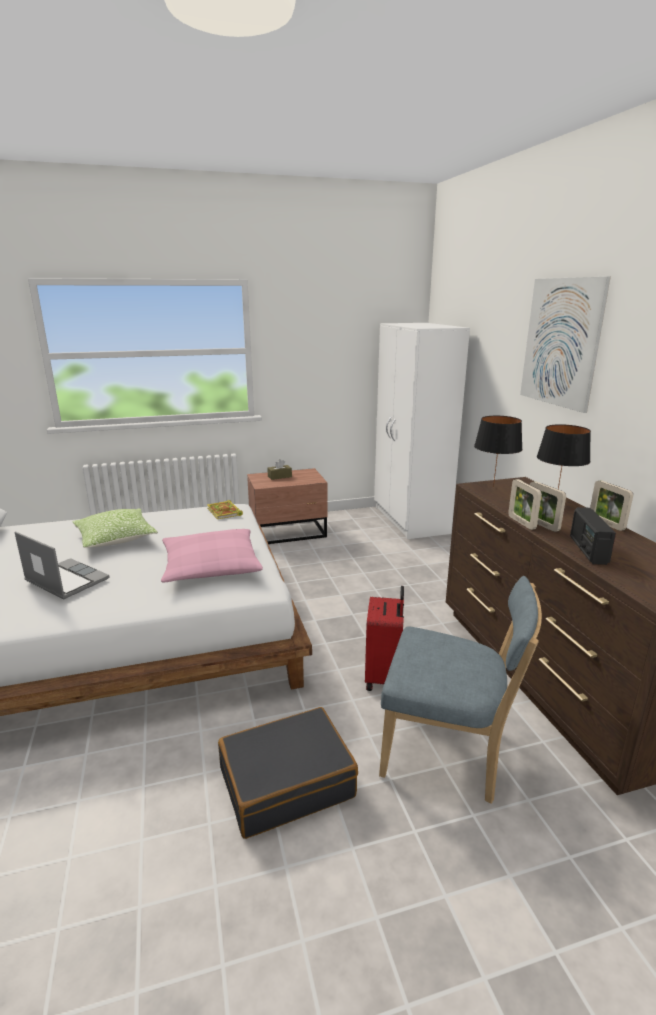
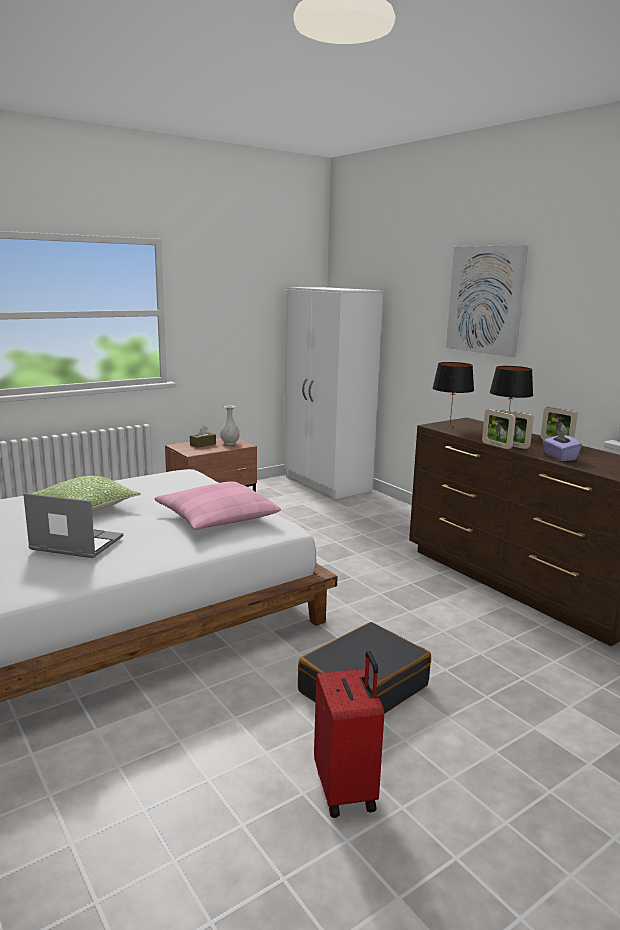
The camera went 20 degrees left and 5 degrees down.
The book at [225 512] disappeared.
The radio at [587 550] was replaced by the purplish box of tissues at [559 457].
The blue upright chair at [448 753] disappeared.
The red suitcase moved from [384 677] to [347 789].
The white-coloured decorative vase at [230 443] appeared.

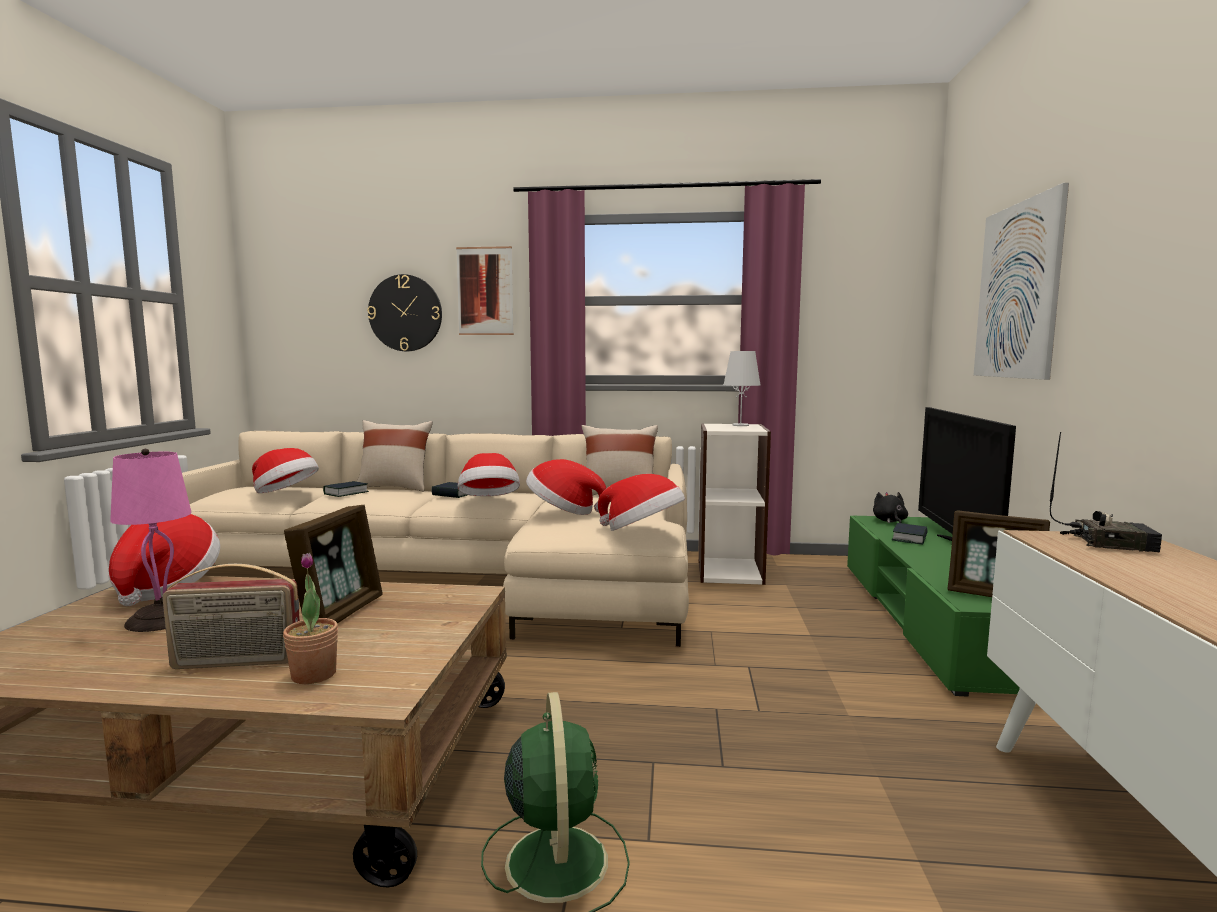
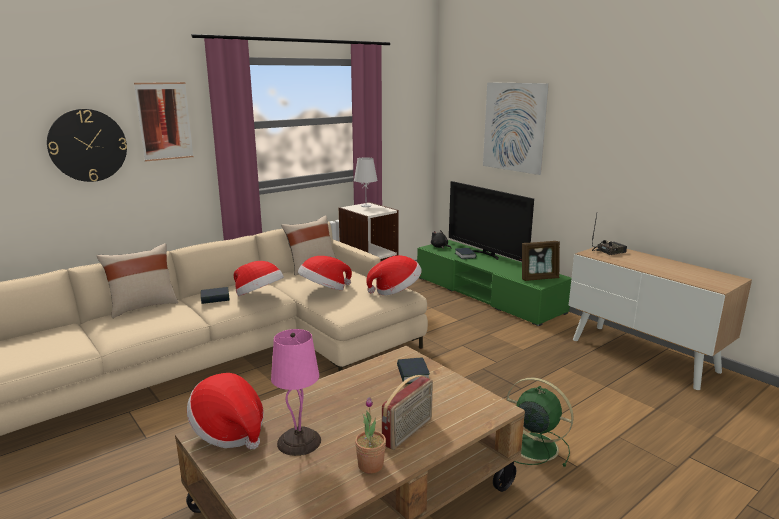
The camera went 45 degrees left and 10 degrees up.
The hat at [286 494] disappeared.
The book moved from [346 493] to [412 374].
The standing frame at [340 613] disappeared.
The plant in a pot moved from [314 675] to [370 465].

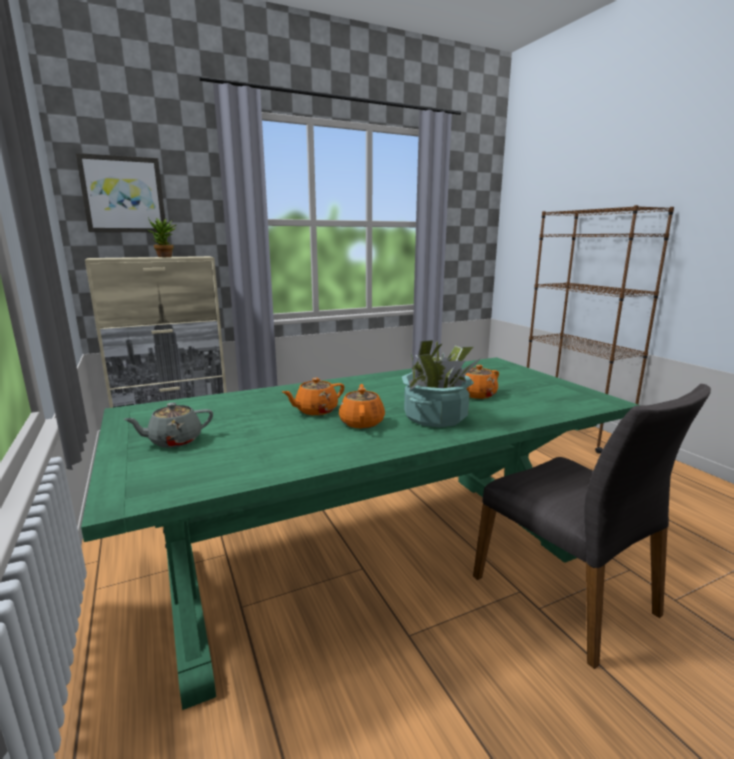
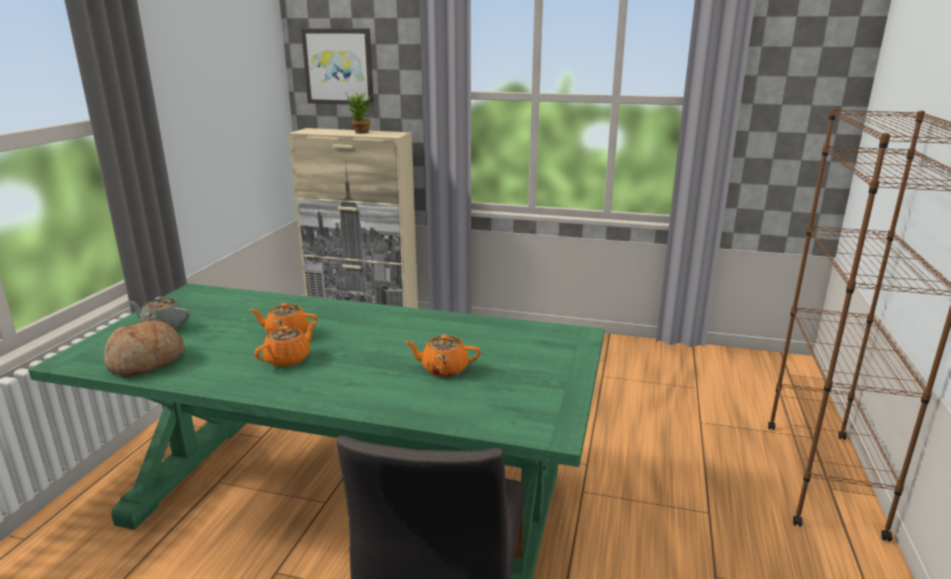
The camera went 40 degrees right and 5 degrees up.
The plant in a pot at [435 417] disappeared.
The bakery bread at [146 361] appeared.

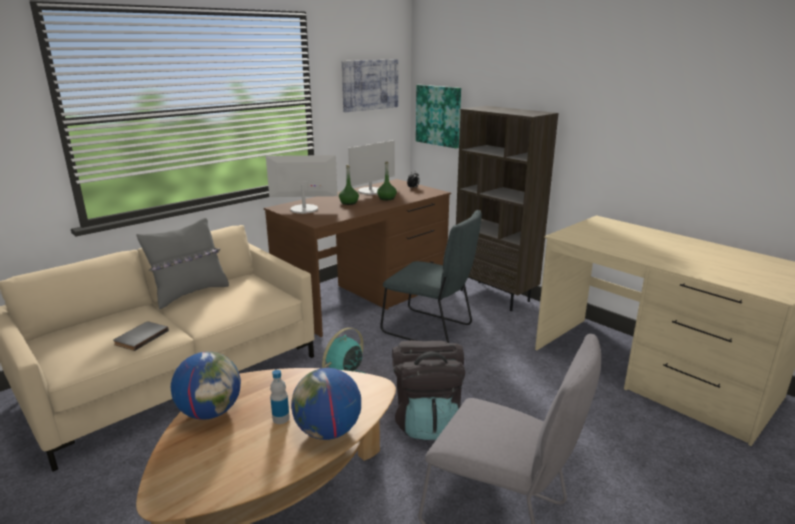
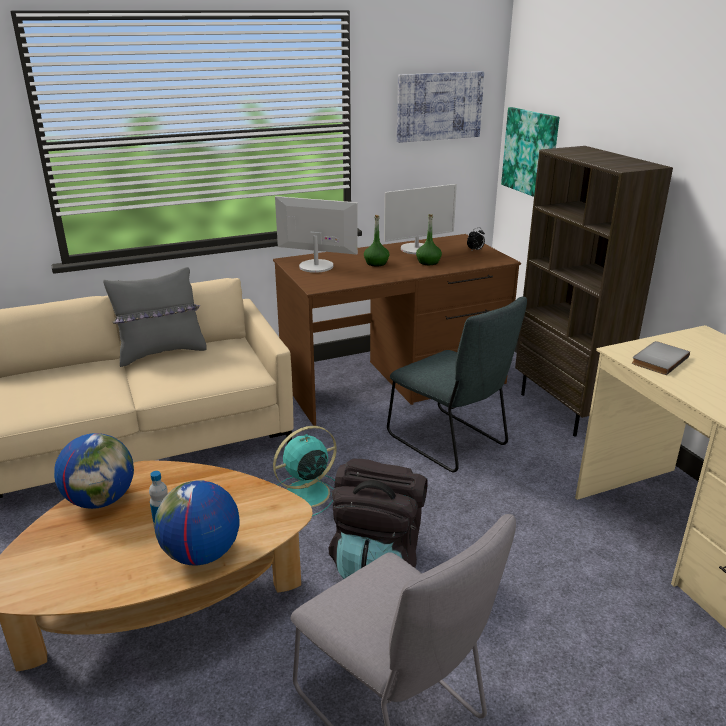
The camera went 20 degrees right and 5 degrees up.
The grey book moved from [140 337] to [658 359].

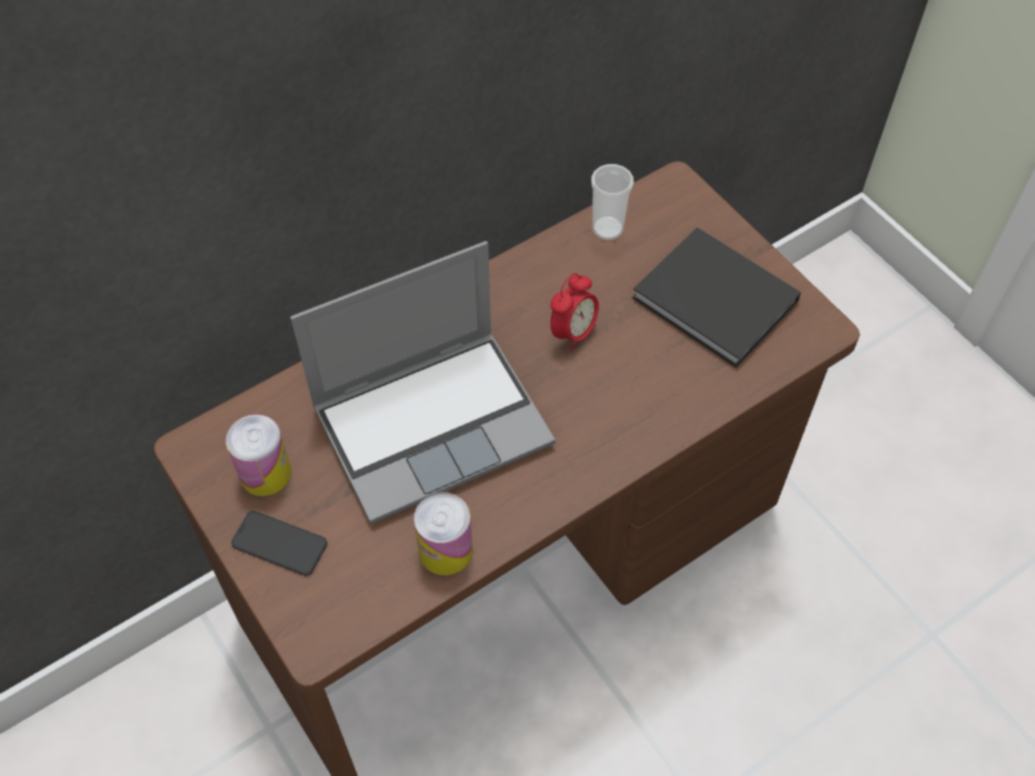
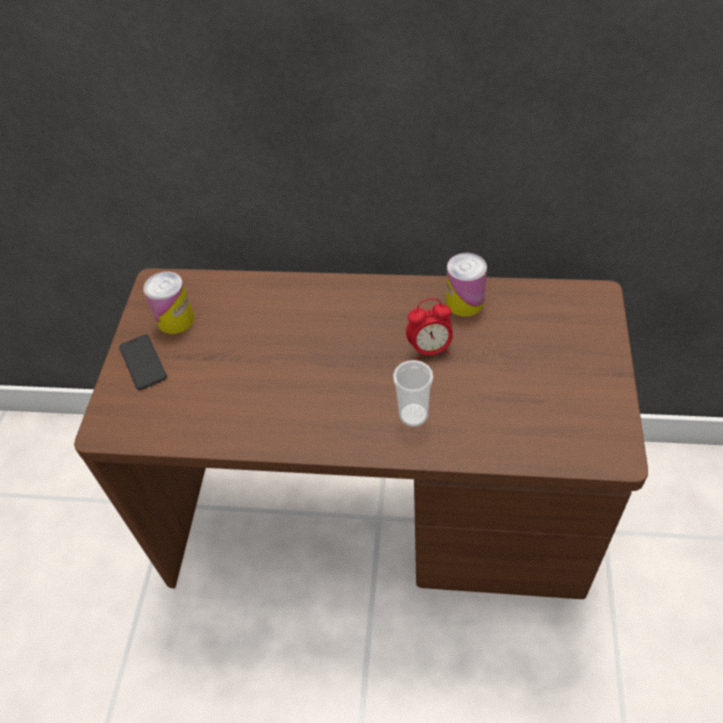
The camera went 45 degrees right and 5 degrees down.
The cup moved from [607 228] to [413 415].
The black book at [718 302] disappeared.
The portable computer at [434 423] disappeared.
The sealed can moved from [445 550] to [464 302].

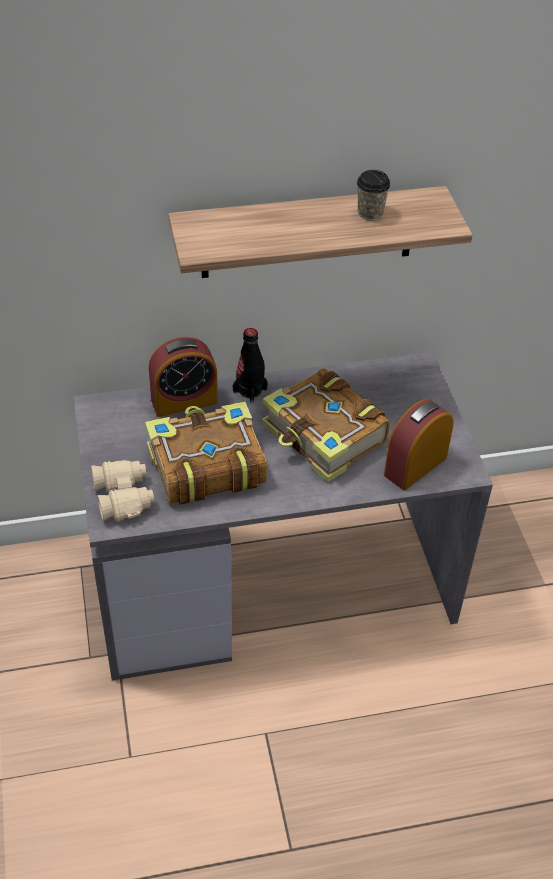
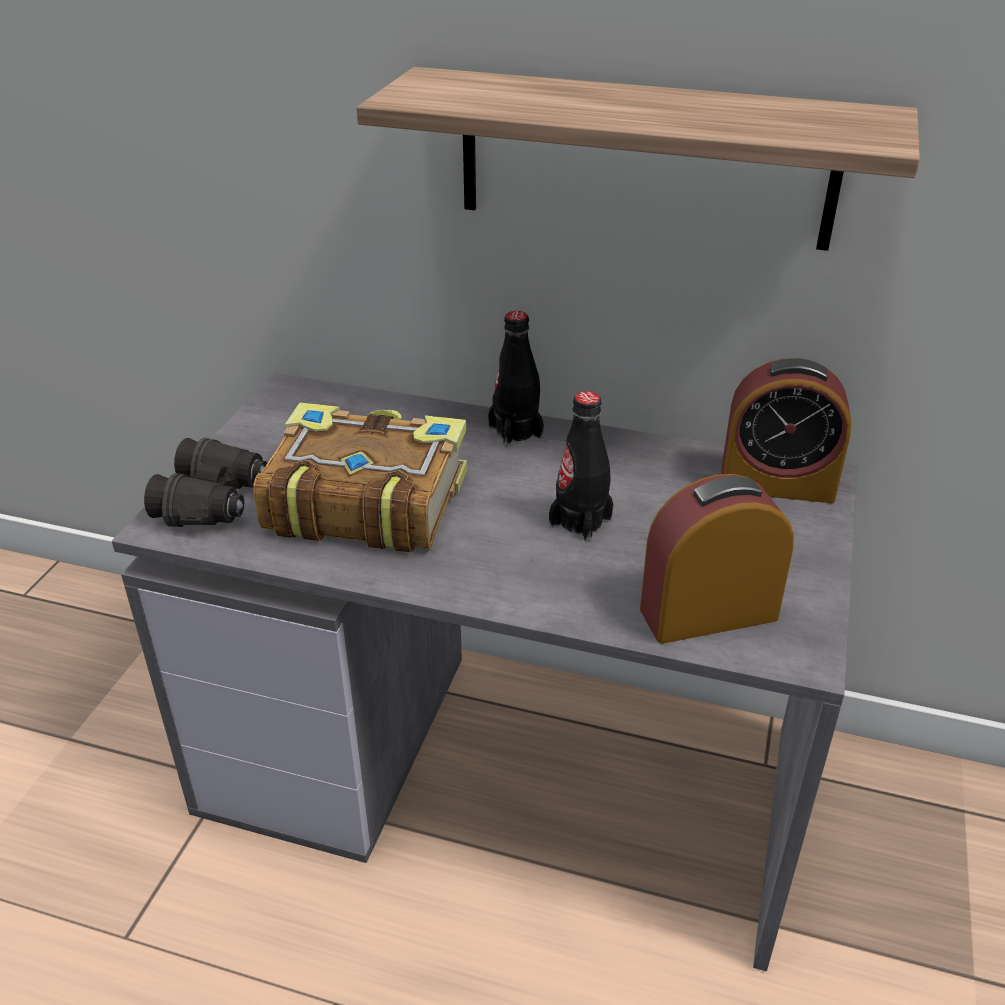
The camera went 30 degrees right and 10 degrees down.
The cup at [370 213] disappeared.
The alarm clock moved from [184 401] to [777 484].
The book at [324 437] was replaced by the black beverage bottle at [580 522].
The beige pair of binoculars at [124 497] became the black pair of binoculars at [215 501].

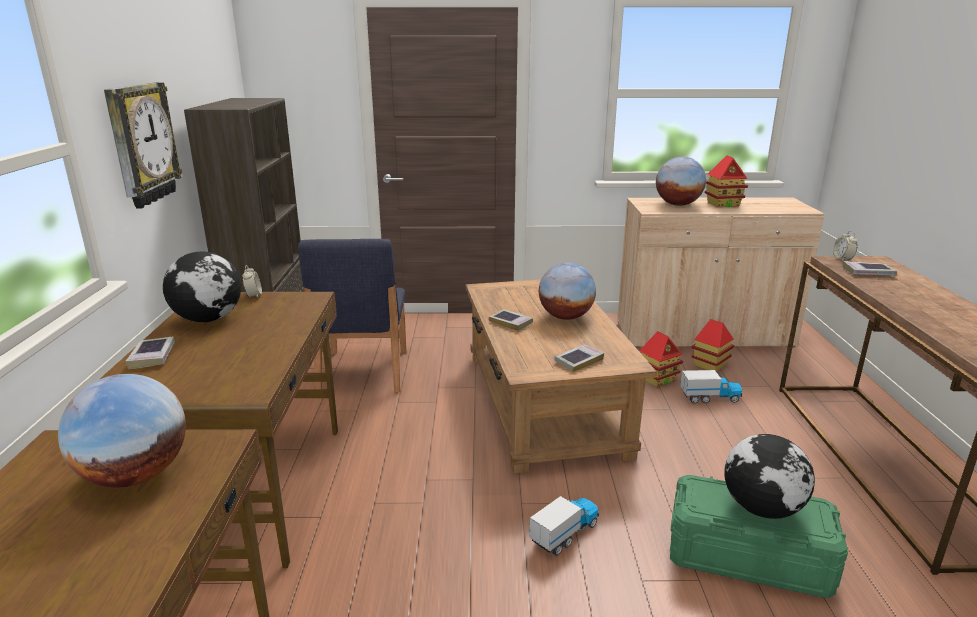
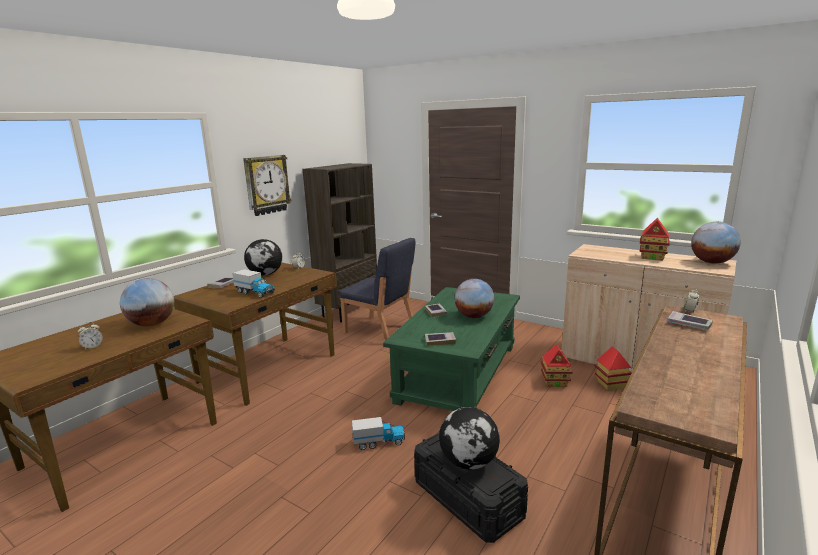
The camera went 35 degrees right and 5 degrees down.
The globe moved from [677 205] to [711 262].
The blue upright chair at [363 372] turned 90 degrees counterclockwise.
The brownish lounge table at [543 401] became the greenish lounge table at [458 372].
The toy truck moved from [710 398] to [255 293].
The greenish storage bin at [748 558] became the black storage bin at [467 499].
The alarm clock at [92 347] appeared.

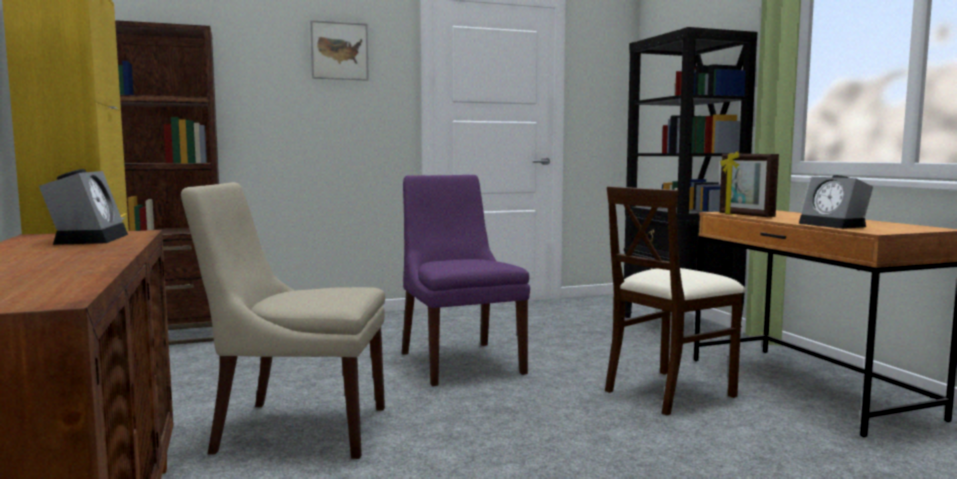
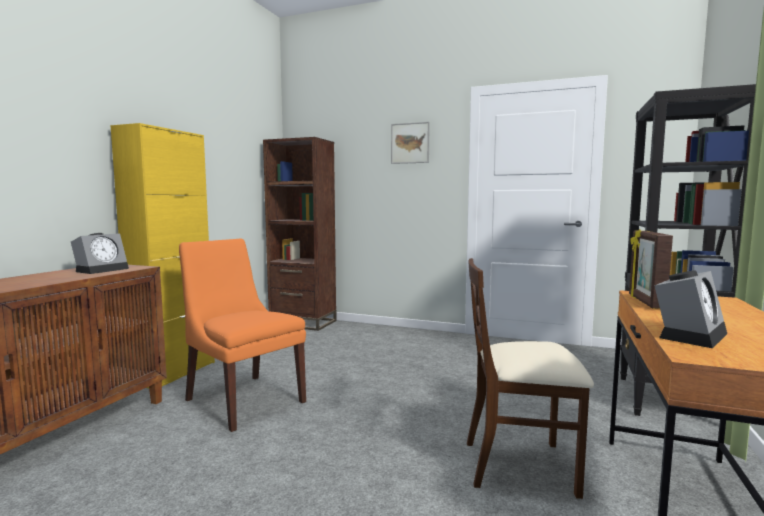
The camera went 40 degrees right and 0 degrees up.
The purplish upright chair at [459 362] disappeared.
The alarm clock at [835 225] turned 150 degrees counterclockwise.
The beige upright chair at [296 429] became the orange upright chair at [243 399].

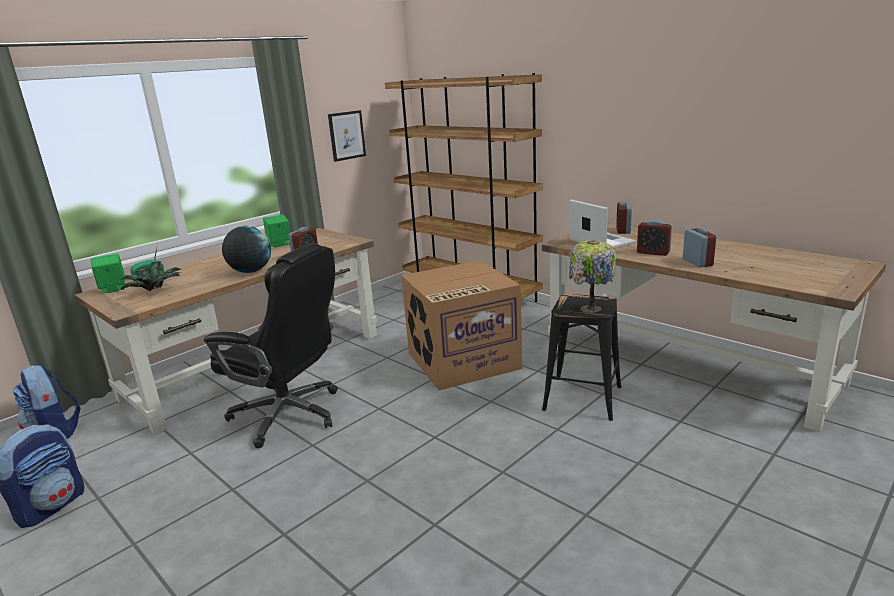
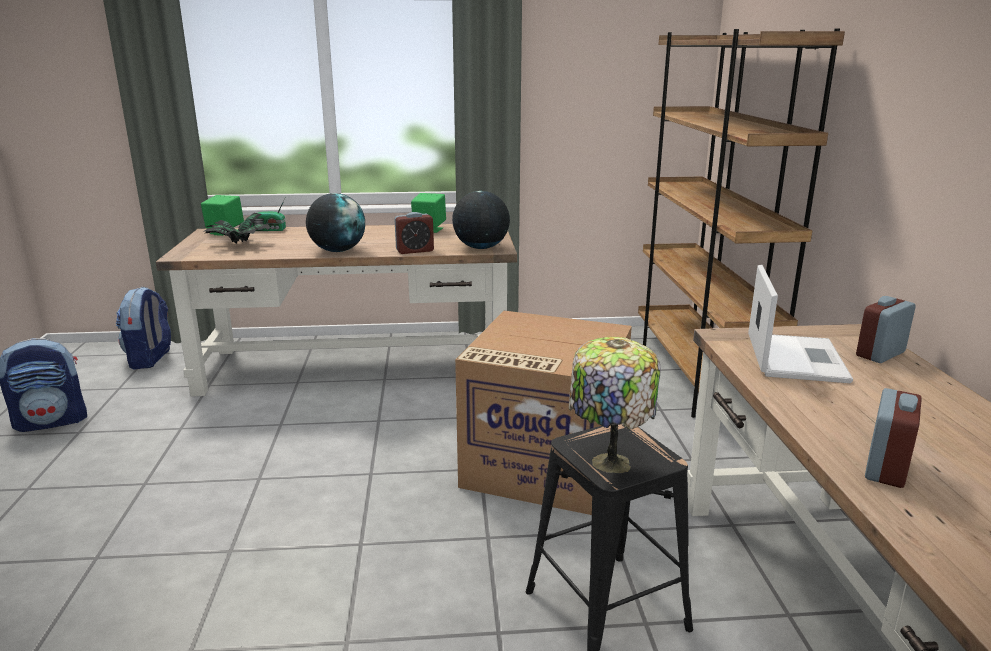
The camera went 40 degrees right and 0 degrees up.
The wall picture at [346 135] disappeared.
The alarm clock at [653 252] disappeared.
The black computer chair at [289 414] disappeared.
The globe at [481 248] appeared.

